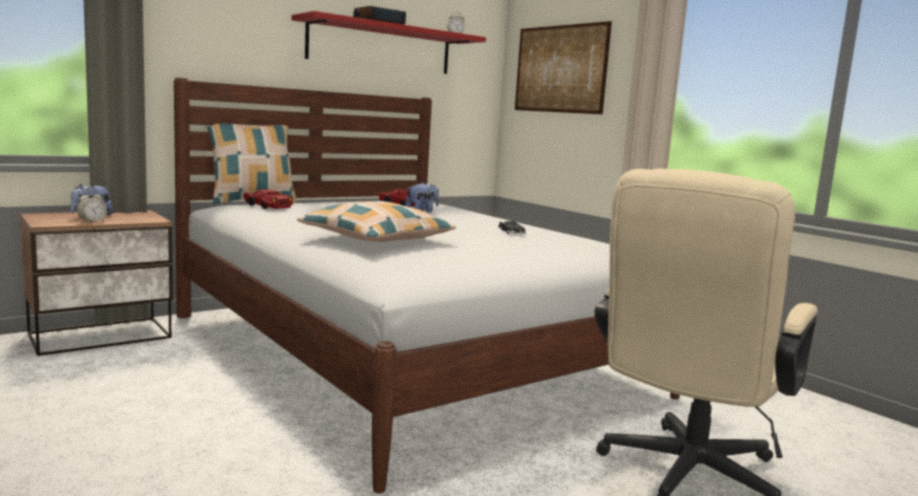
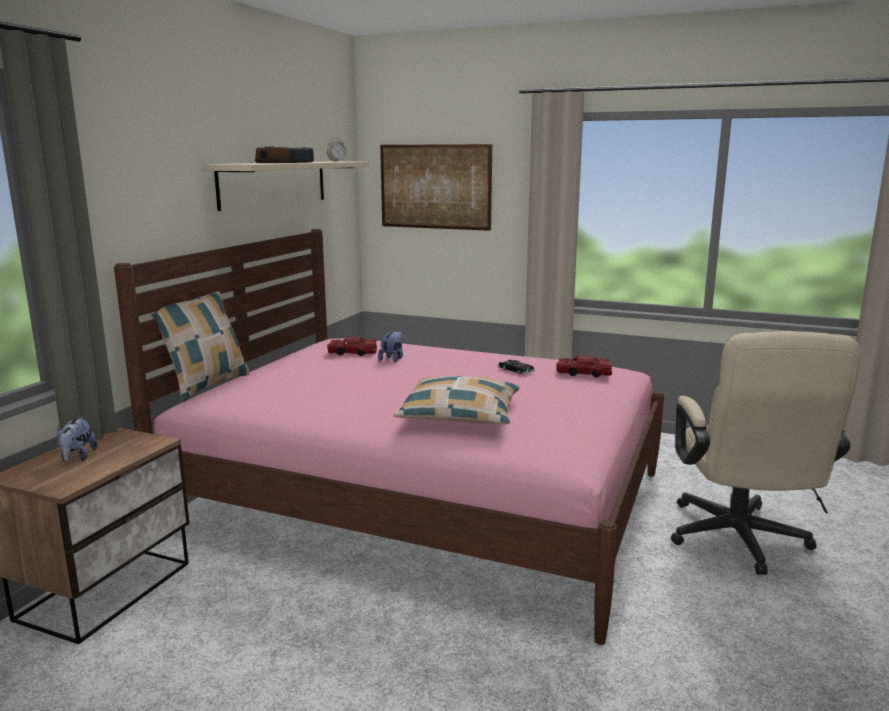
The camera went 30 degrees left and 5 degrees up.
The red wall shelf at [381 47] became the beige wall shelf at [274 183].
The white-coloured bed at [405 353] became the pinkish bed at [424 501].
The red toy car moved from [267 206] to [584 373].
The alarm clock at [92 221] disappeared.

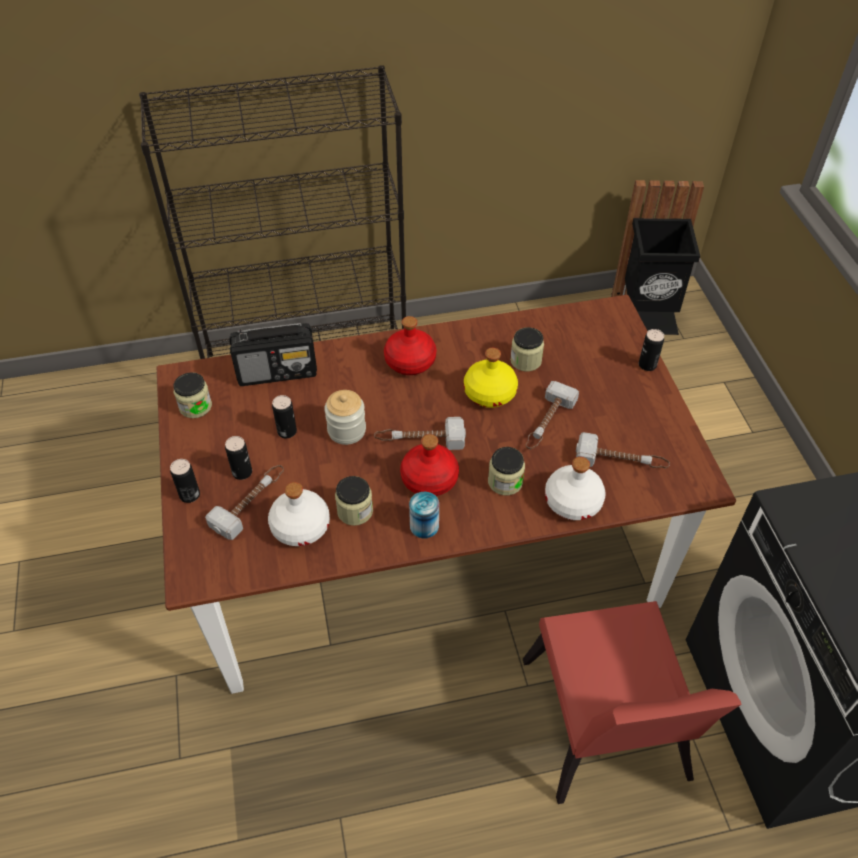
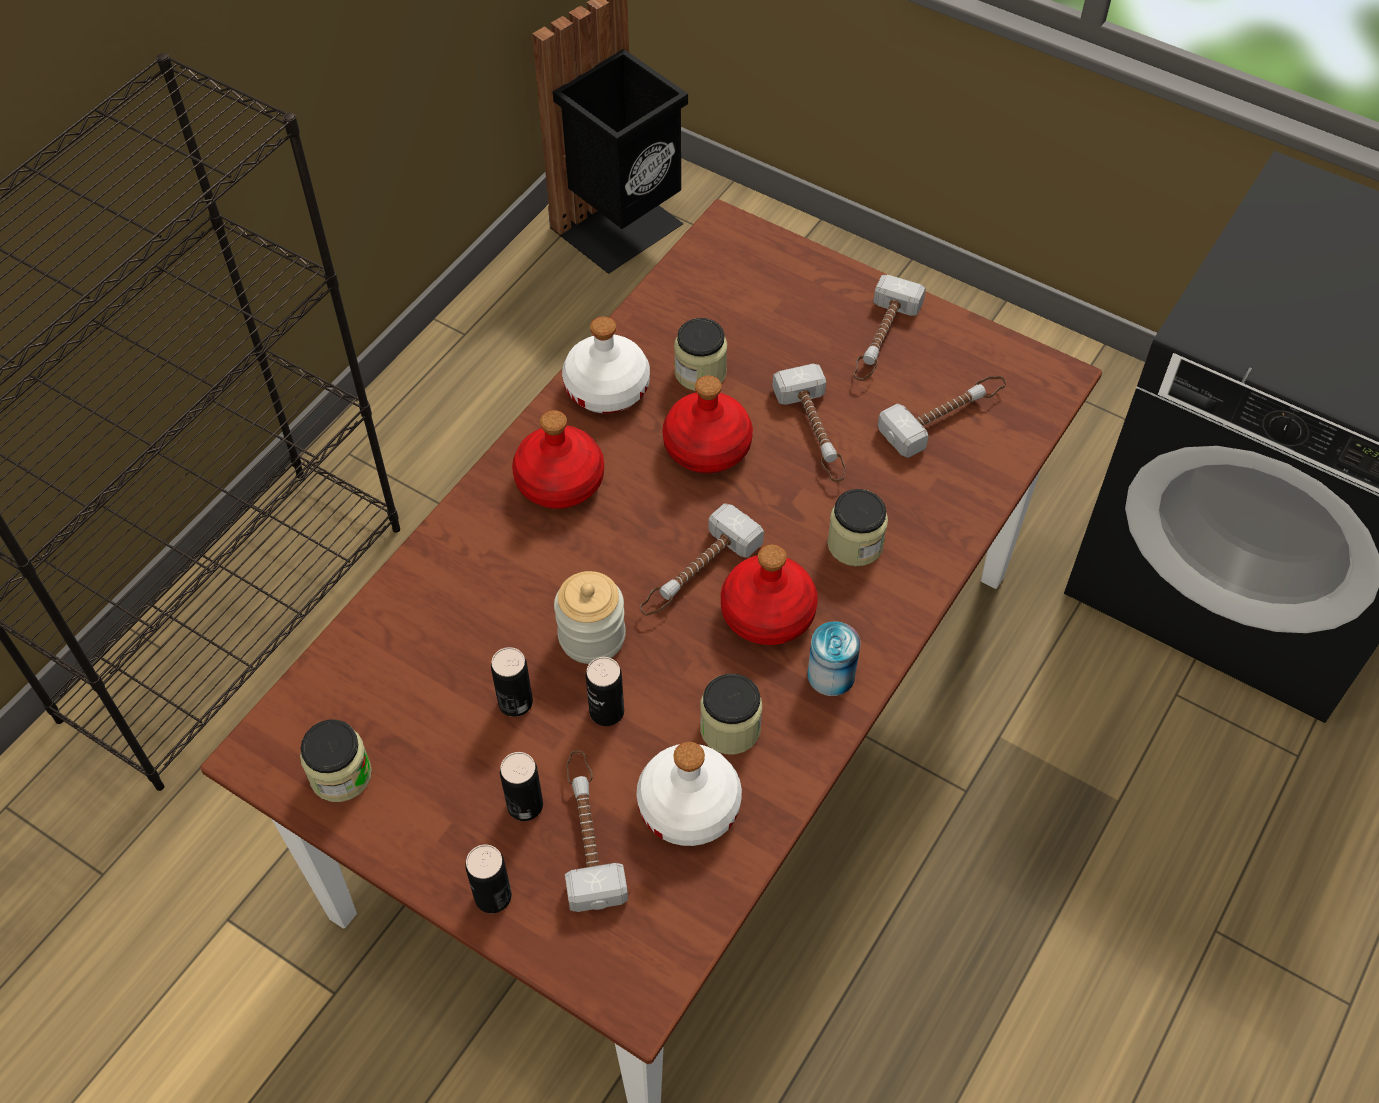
The camera went 45 degrees left and 5 degrees up.
The radio at [278 372] disappeared.
The sealed can moved from [647 365] to [606 712].
The yellow-coloured beverage bottle at [490 393] became the red beverage bottle at [708 446].
The white-coloured beverage bottle moved from [573 501] to [608 388].
The red upright chair at [604 730] disappeared.
The hand hammer at [881 339] appeared.

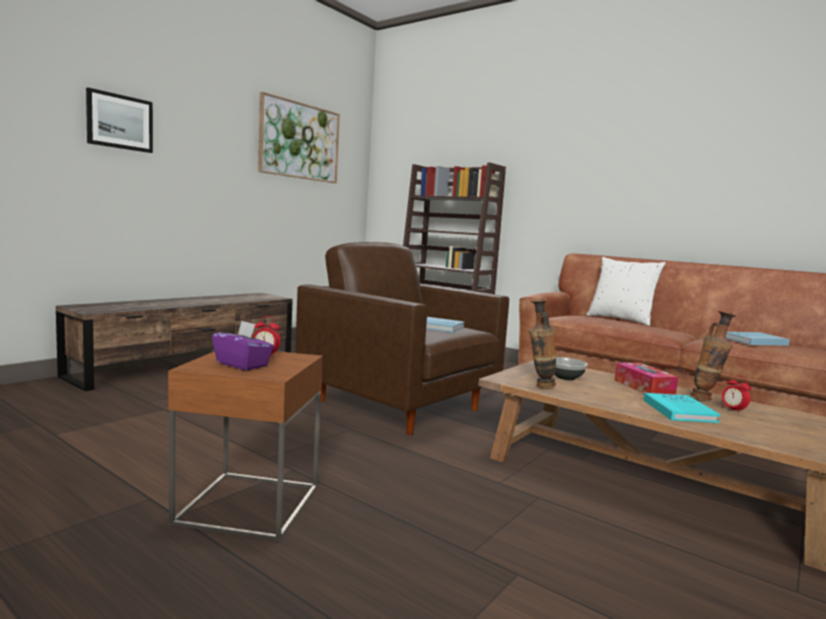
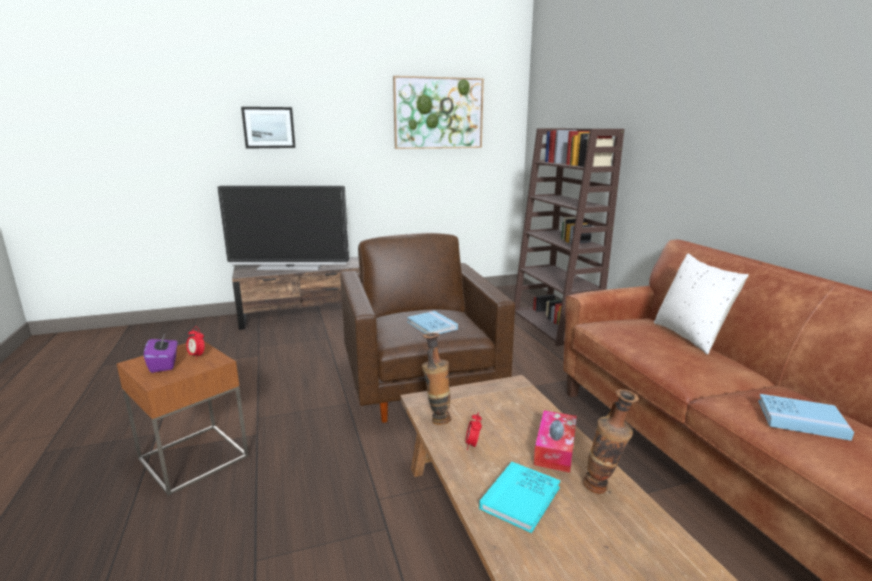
The camera went 35 degrees right and 10 degrees up.
The bowl at [566 377] disappeared.
The alarm clock moved from [733 410] to [473 445].
The TV set at [290 267] appeared.

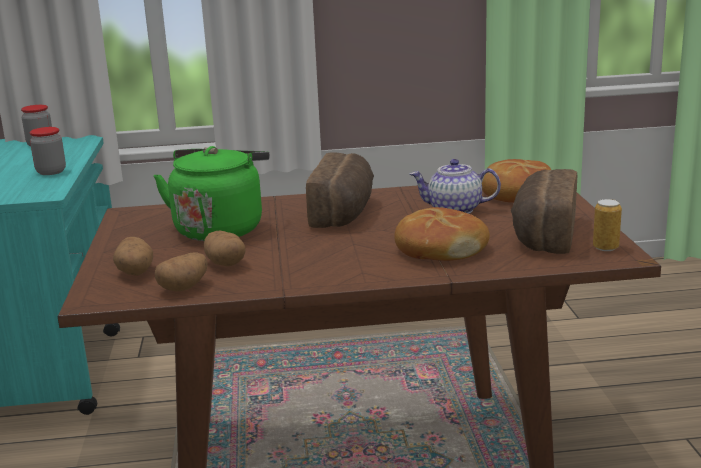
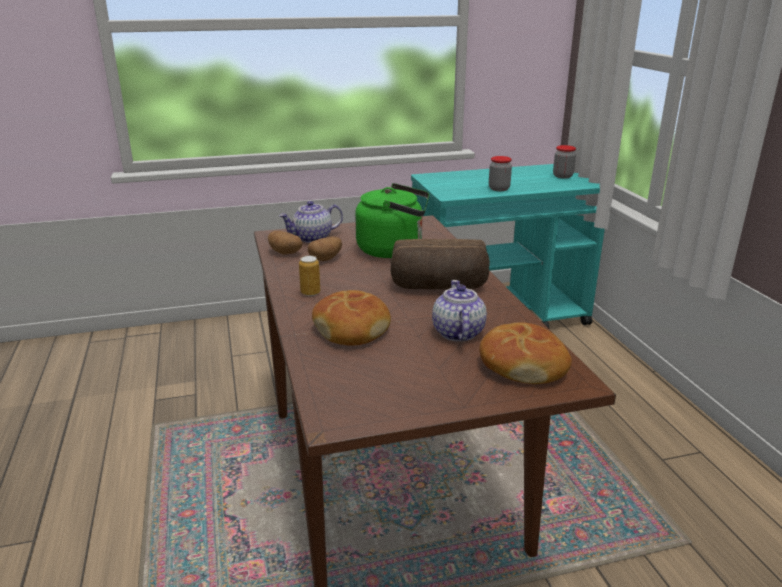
The camera went 80 degrees right and 5 degrees up.
The bakery bread at [542 234] disappeared.
The sealed can moved from [605 247] to [310 293].
The spud at [135 272] was replaced by the teapot at [312 238].

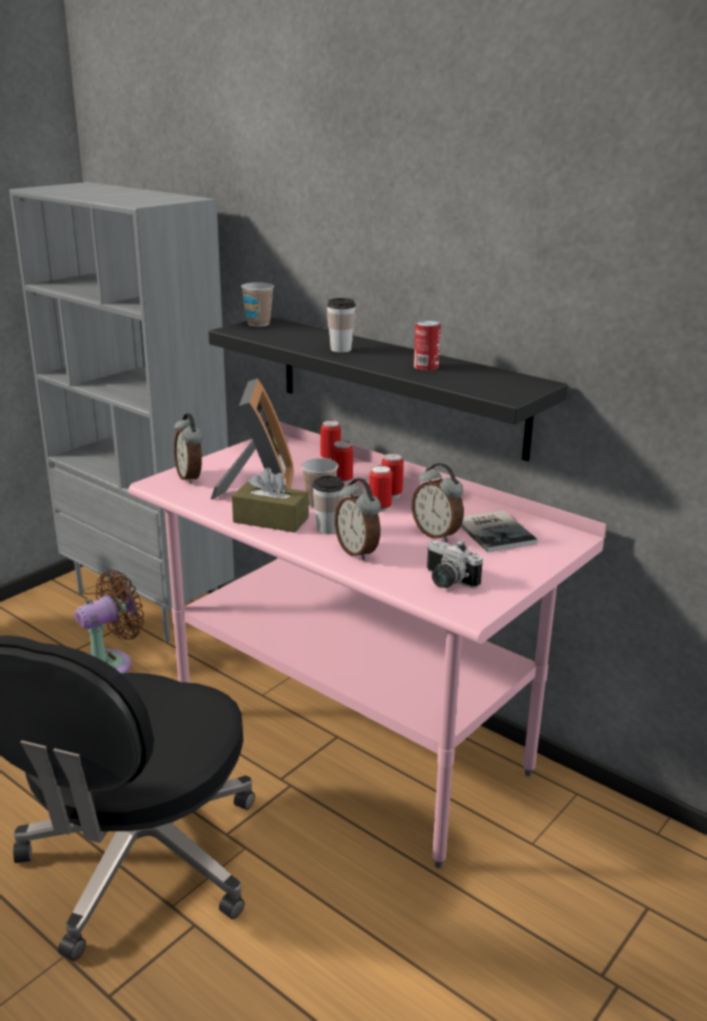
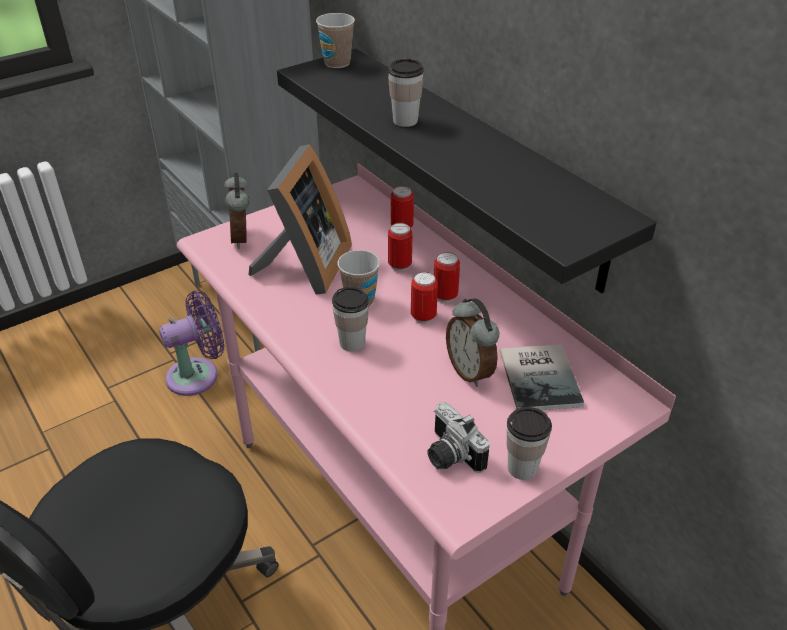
The camera went 15 degrees right and 15 degrees up.
The sealed can at [426 366] disappeared.
The brownish box of tissues at [271 520] disappeared.
The alarm clock at [358 552] disappeared.
The brownish fan at [110 664] became the purplish fan at [198 375].
The cup at [522 468] appeared.

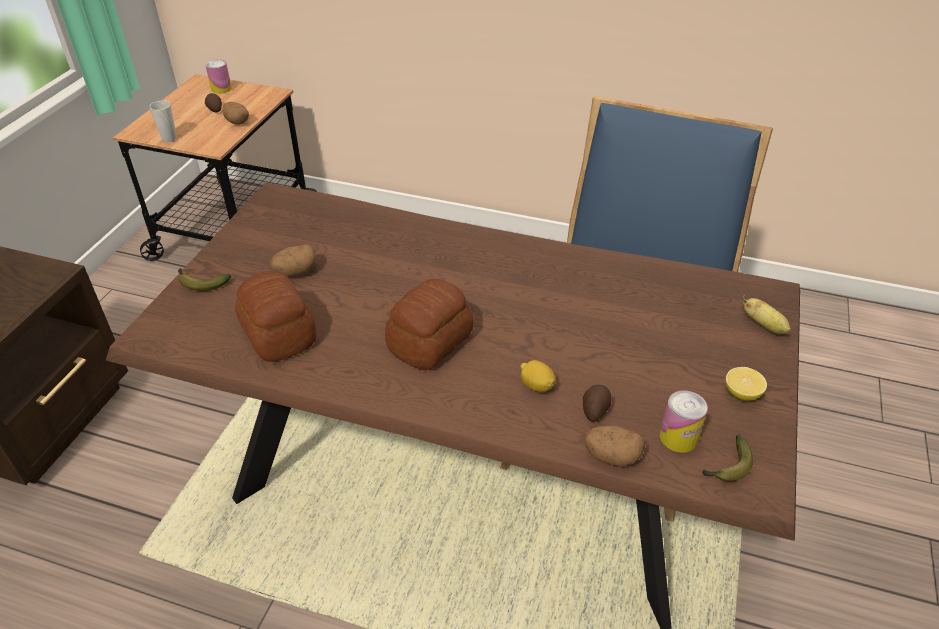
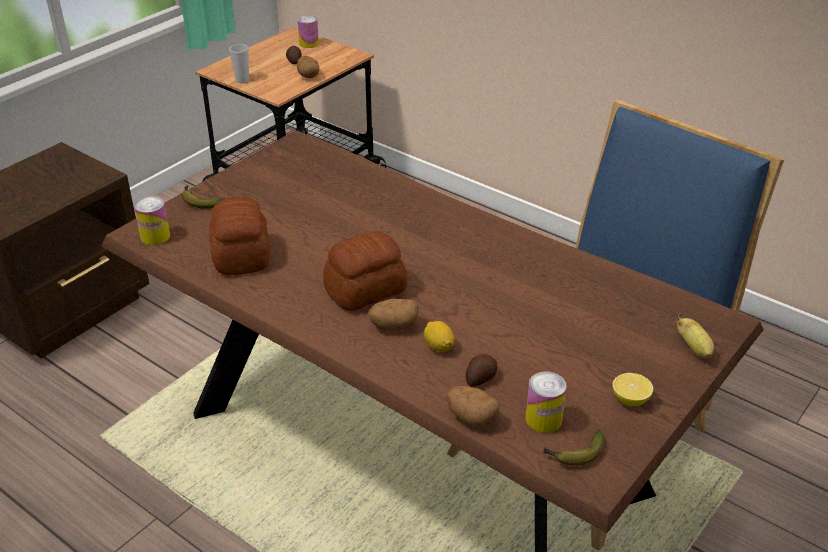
The camera went 20 degrees right and 5 degrees down.
The spud moved from [295 272] to [393 326].
The sealed can at [155 236] appeared.

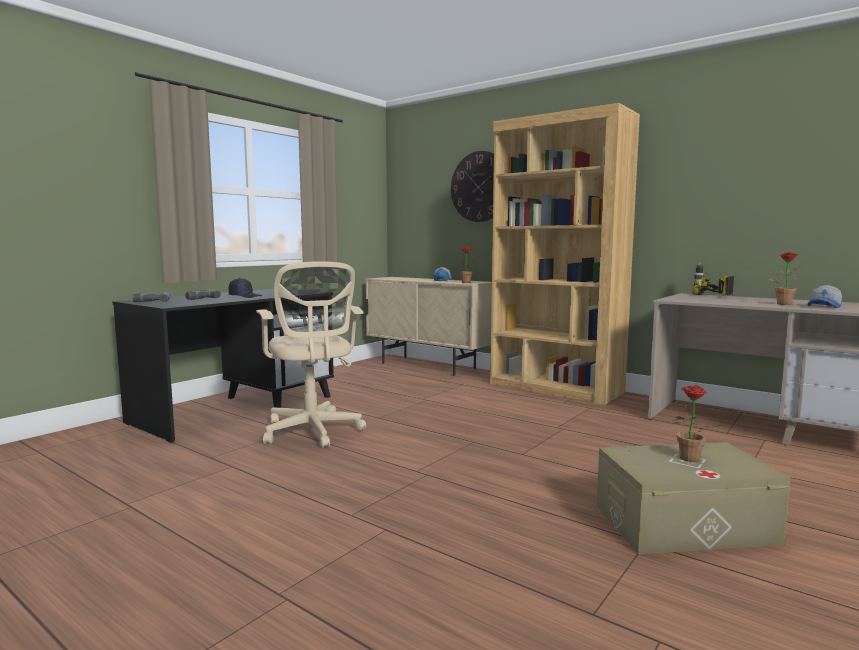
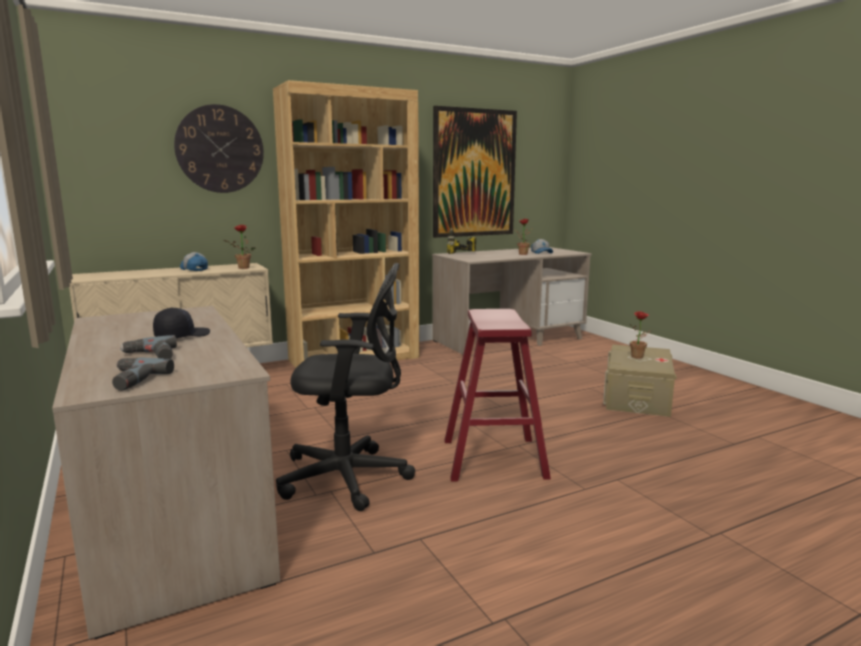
The camera went 65 degrees left and 5 degrees up.
The beige computer chair at [312 432] became the black computer chair at [350 478].
The black desk unit at [237 408] became the beige desk unit at [172 518].
The wall picture at [474 173] appeared.
The red stool seat at [493 458] appeared.

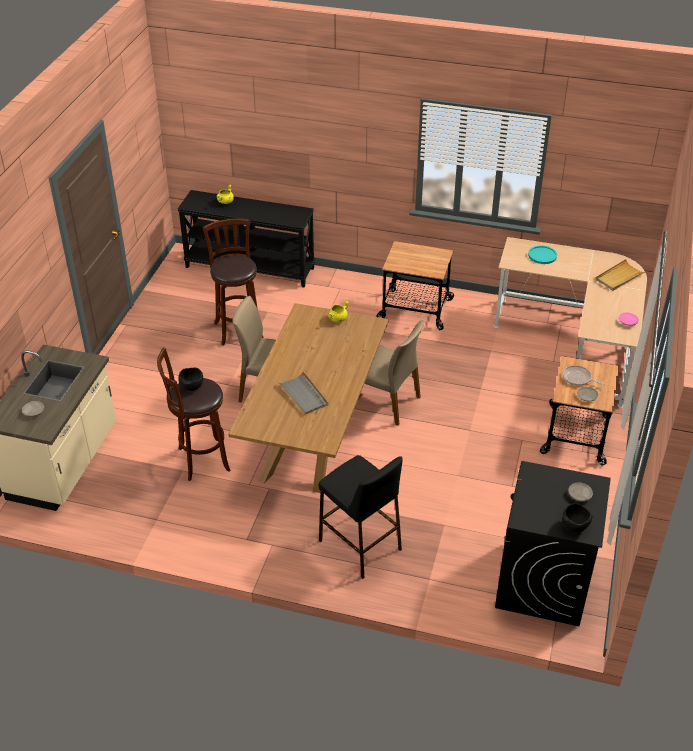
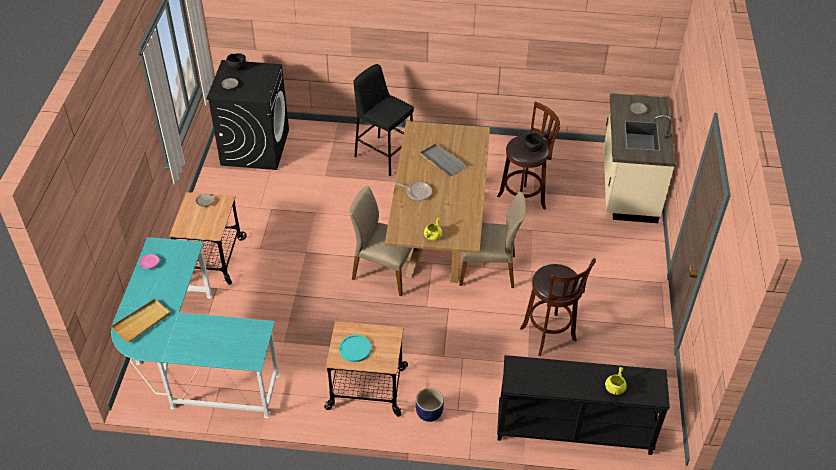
The camera went 170 degrees right and 5 degrees up.
The beige desk unit at [575 343] became the turquoise desk unit at [193 362].
The turquoise flat dish moved from [542 255] to [355 349].
The pan moved from [578 378] to [417 192].
The flower pot at [429 413] appeared.

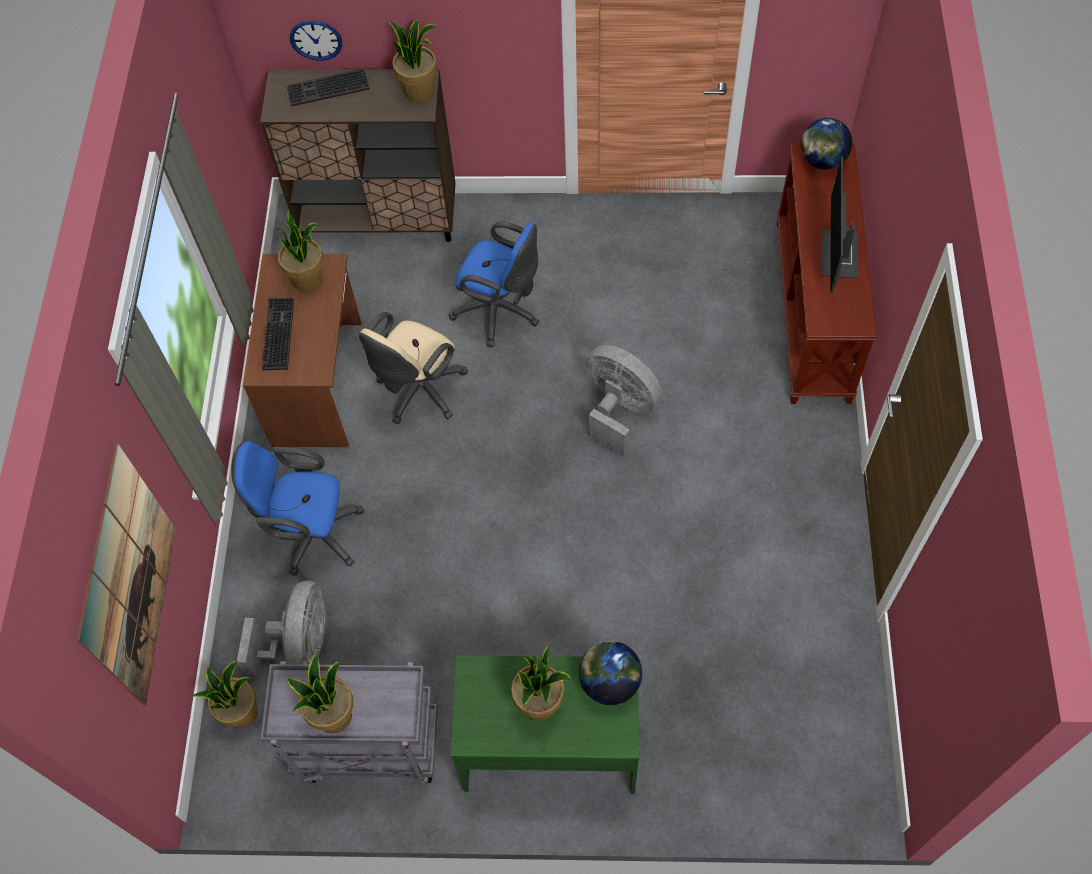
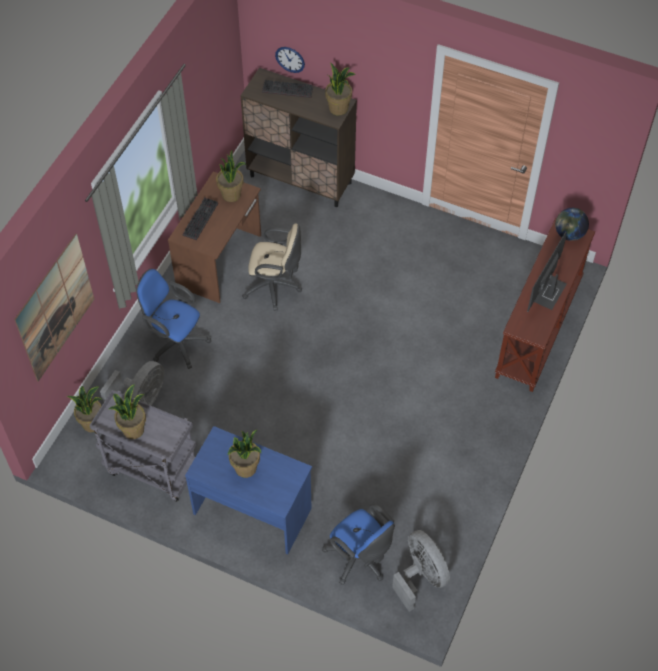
The camera went 20 degrees right and 5 degrees down.
The blue computer chair moved from [500 312] to [360 559].
The beige computer chair at [418 392] turned 135 degrees counterclockwise.
The grey fan moved from [619 409] to [421 576].
The globe at [609 682] disappeared.
The greenish desk unit at [549 746] became the blue desk unit at [252 509].

